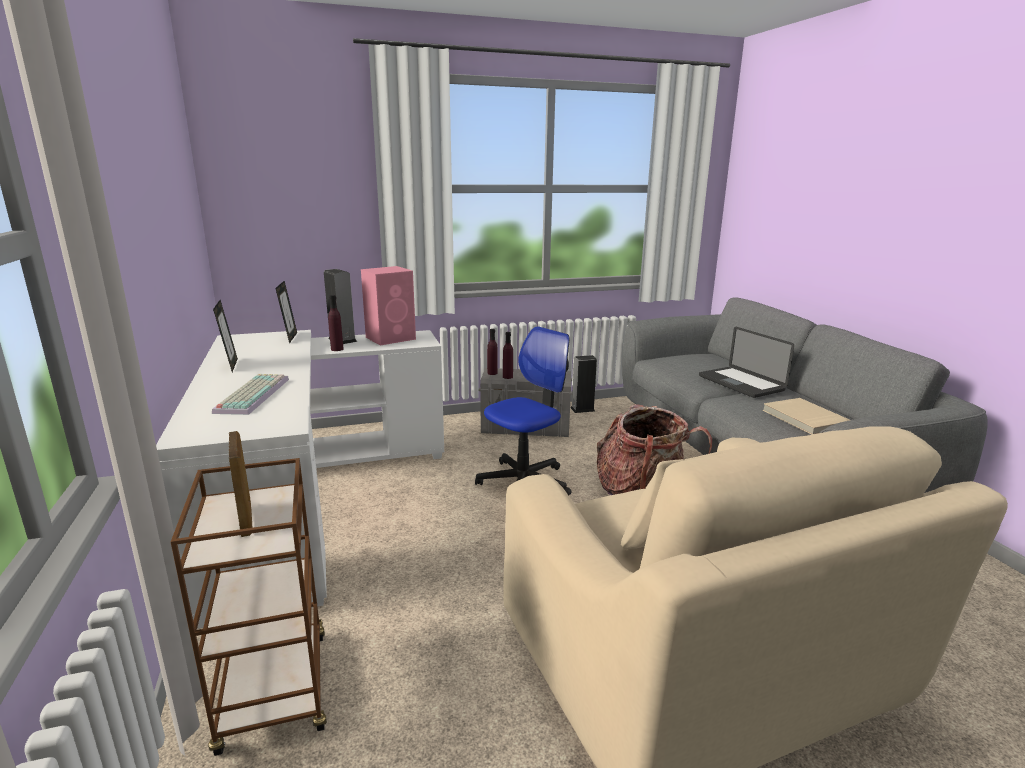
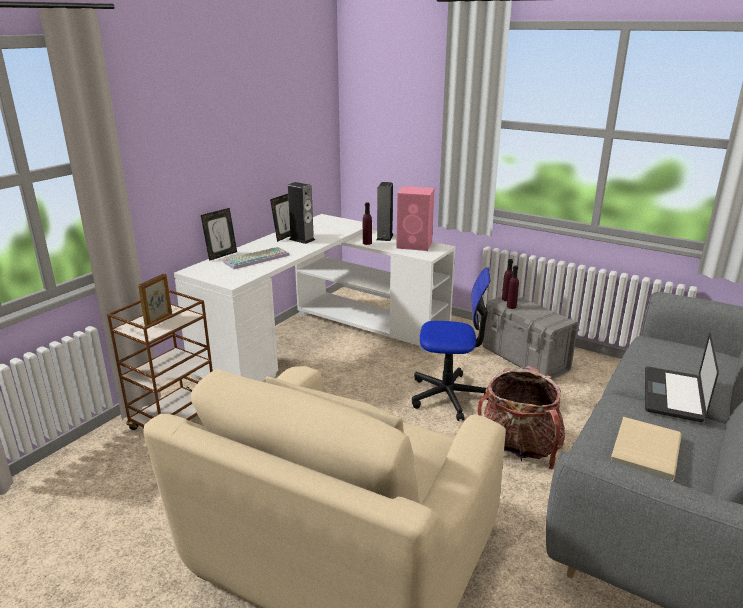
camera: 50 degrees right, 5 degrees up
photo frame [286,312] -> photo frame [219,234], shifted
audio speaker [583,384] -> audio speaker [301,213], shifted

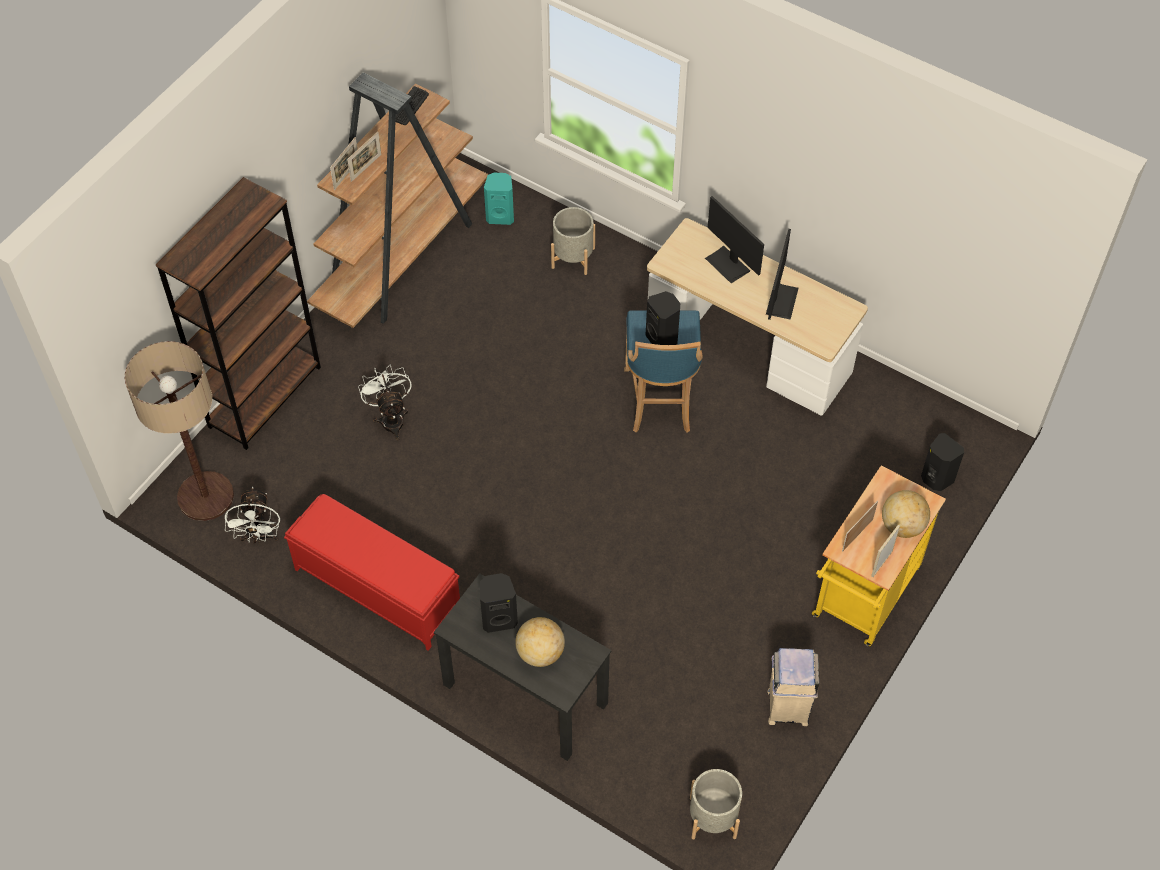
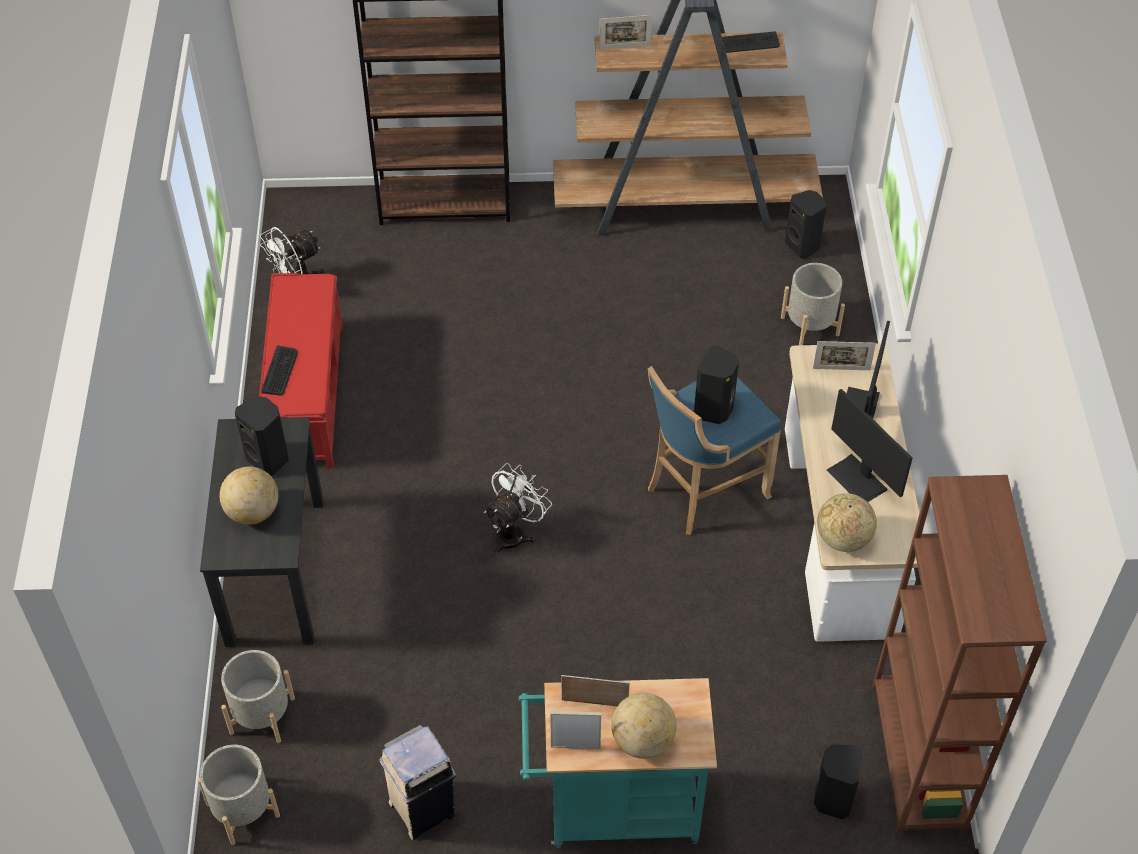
camera: 55 degrees right, 5 degrees down
photo frame [364,157] -> photo frame [844,355], shifted
turquoise-coloured audio speaker [499,199] -> black audio speaker [805,224]
computer screen [782,274] -> computer screen [870,445], 75 degrees clockwise
standing lamp [179,431] -> none
whitish fan [385,402] -> whitish fan [518,509], shifted
yellow wheeled cart [879,556] -> turquoise-coloured wheeled cart [618,763]
none -> PC keyboard [279,371]
none -> brown-coloured shelving unit [960,655]
none -> desk globe [847,522]
none -> greyish plant pot [258,696]

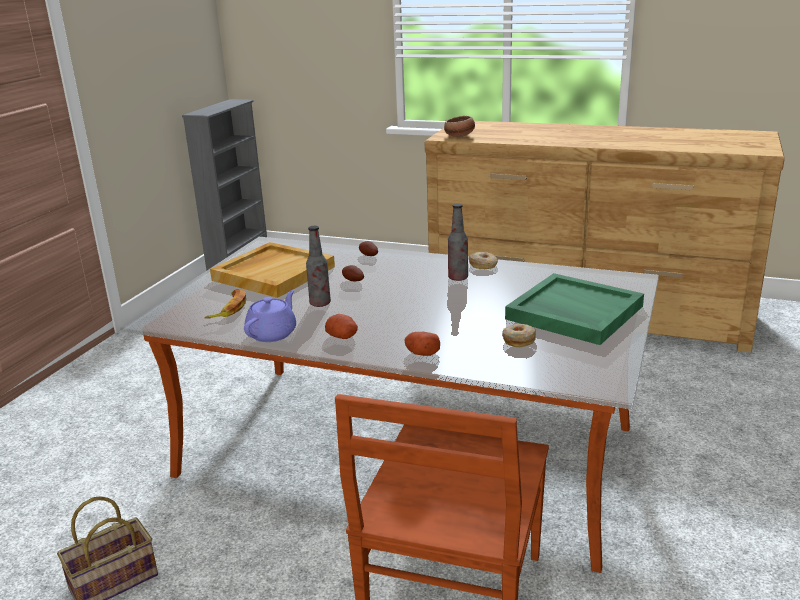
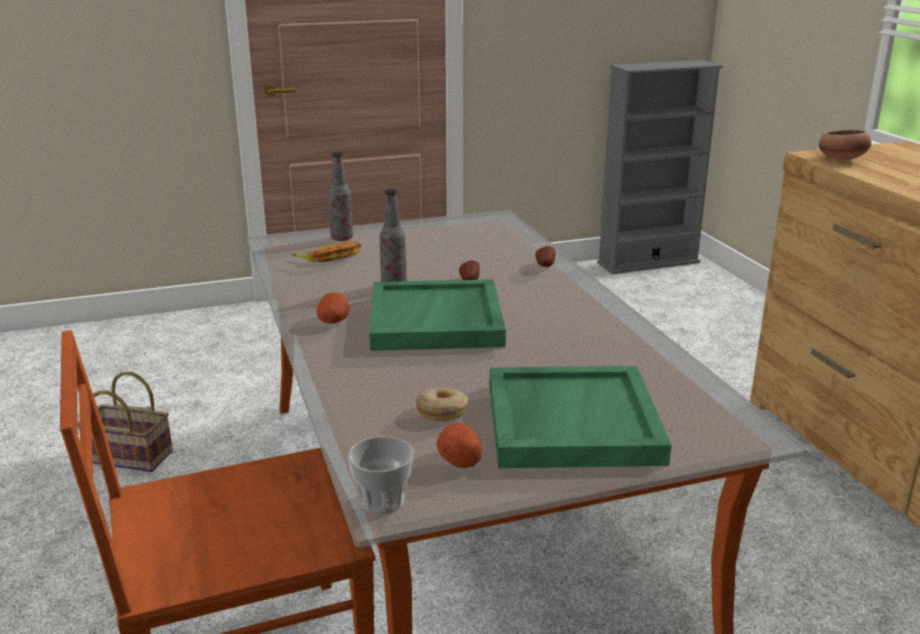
camera: 50 degrees right, 0 degrees up
bottle [458,242] -> bottle [340,196], shifted
sand-coloured serving tray [272,270] -> none
ring doughnut [483,260] -> none
purple-coloured tea pot [270,316] -> none
spud [422,344] -> spud [459,445], shifted
none -> green-coloured serving tray [437,315]
none -> cup [381,475]

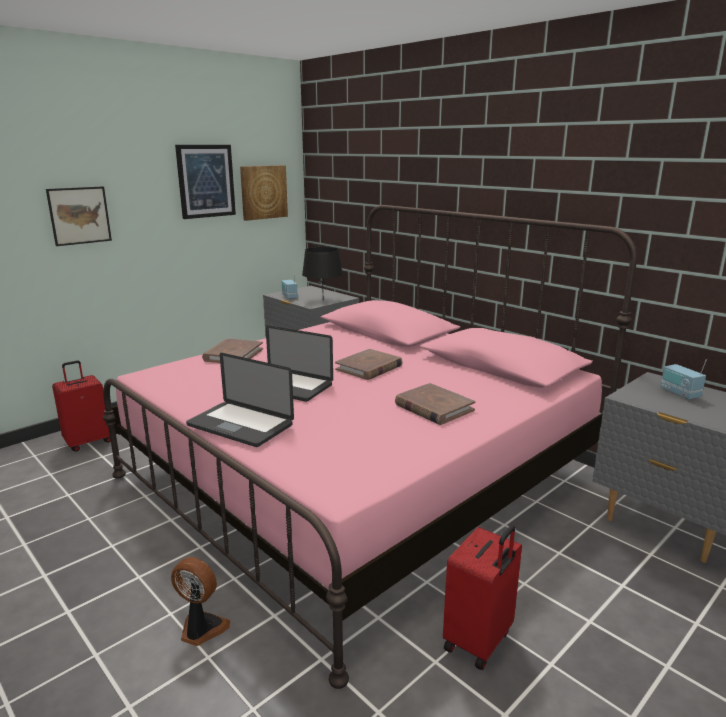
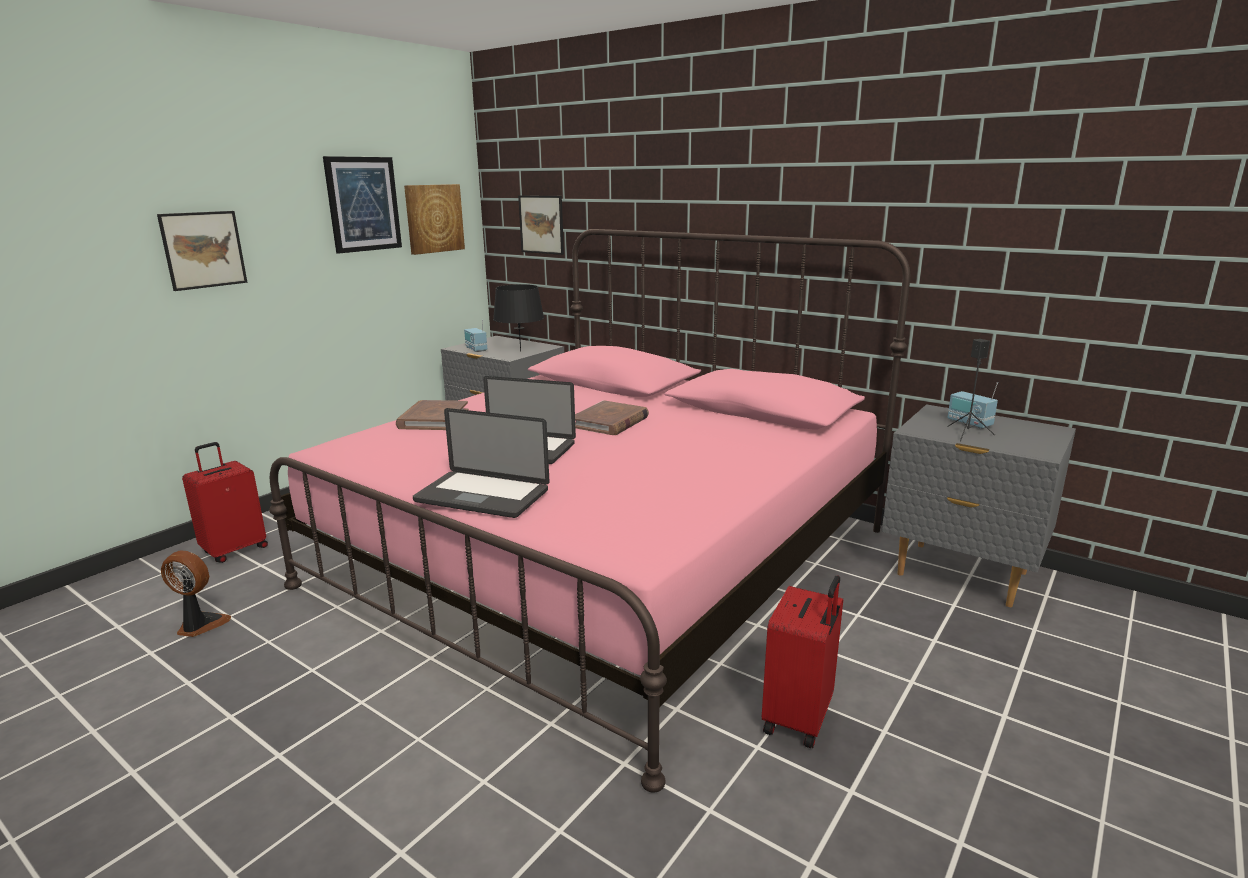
camera: 10 degrees left, 0 degrees up
brown-coloured book [435,404] -> none
fan [200,601] -> fan [196,594], shifted
none -> picture [541,225]
none -> black audio speaker [971,390]

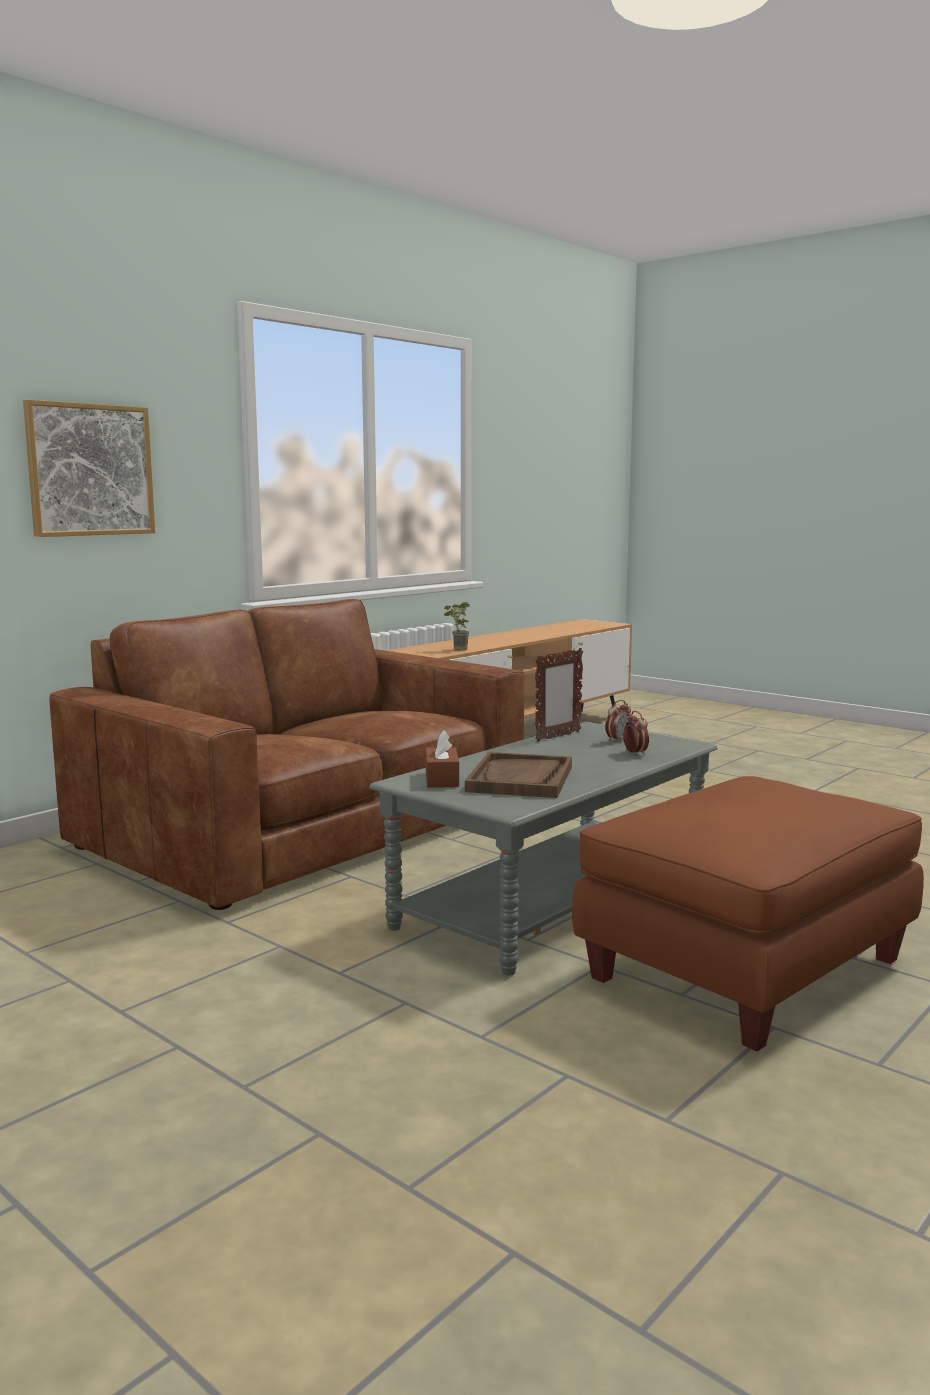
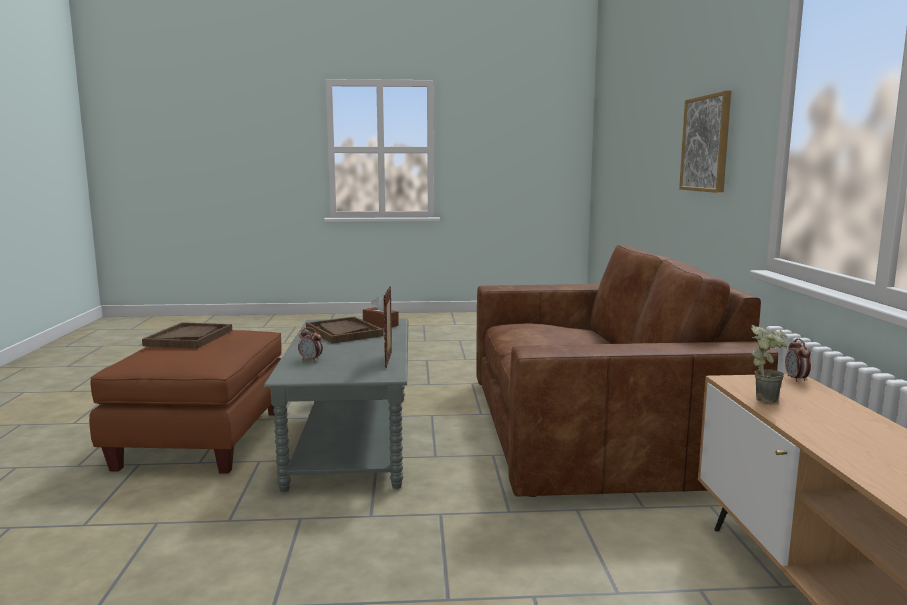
camera: 135 degrees right, 0 degrees up
table clock [618,721] -> table clock [798,360], shifted
none -> brown-coloured serving tray [187,335]

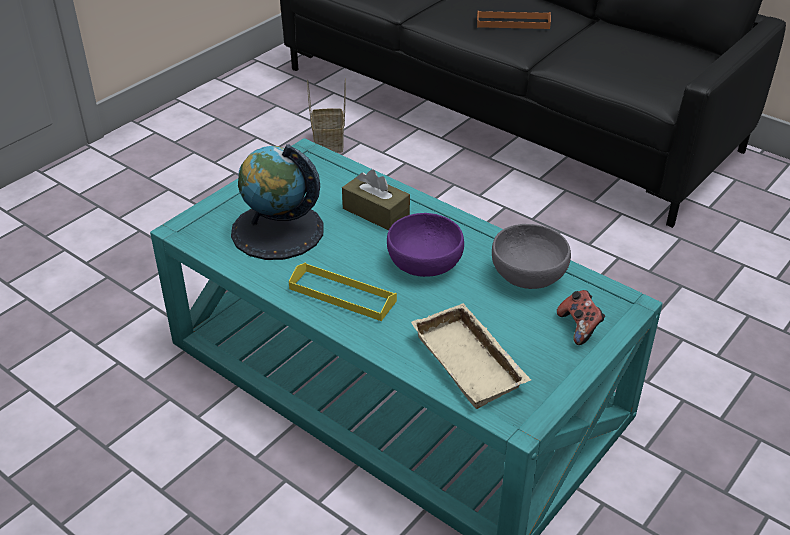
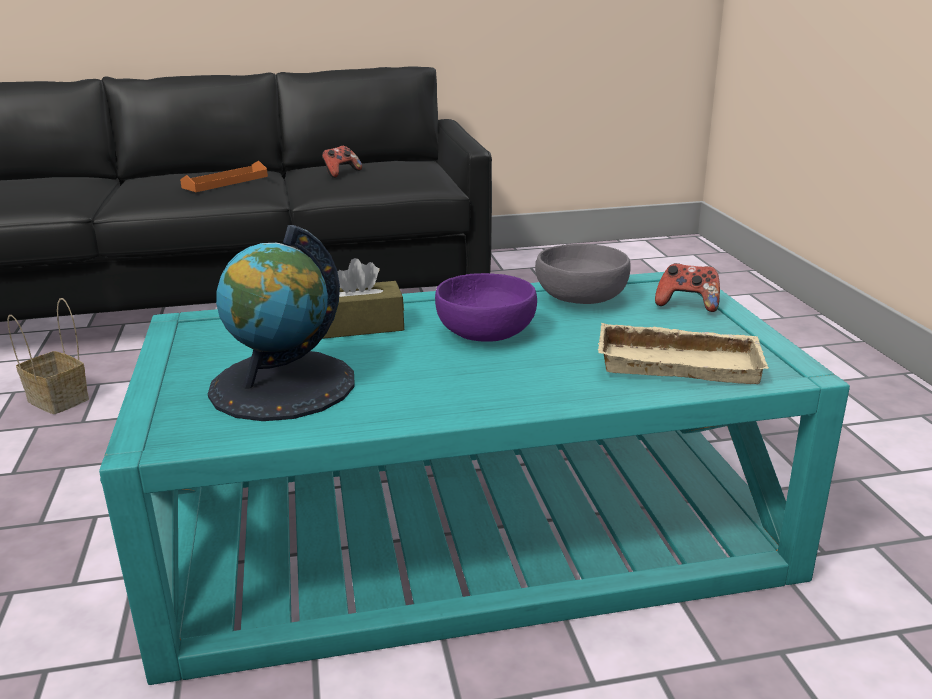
camera: 50 degrees left, 15 degrees down
yellow serving tray [343,291] -> none
none -> joypad [342,162]

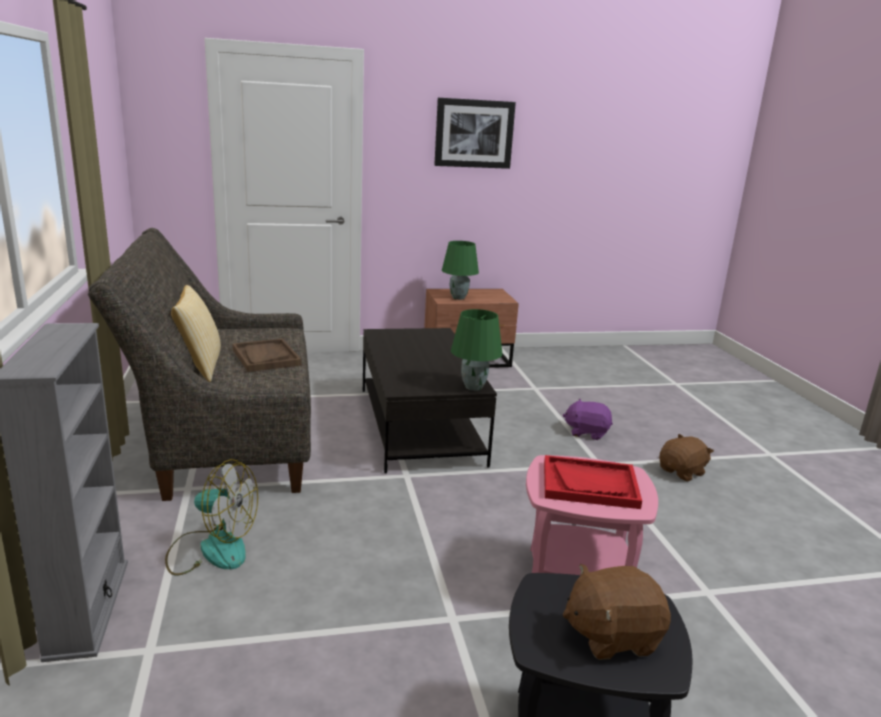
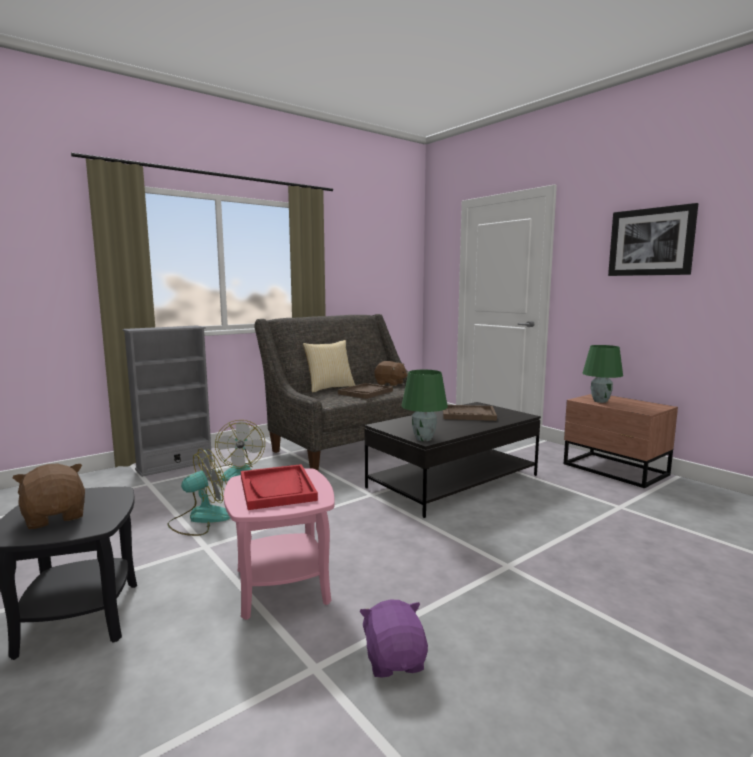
camera: 65 degrees right, 10 degrees down
purple-coloured cuddly toy [588,419] -> purple-coloured cuddly toy [393,639], shifted
brown-coloured cuddly toy [686,457] -> brown-coloured cuddly toy [391,373], shifted
none -> brown-coloured serving tray [470,413]
none -> fan [199,492]

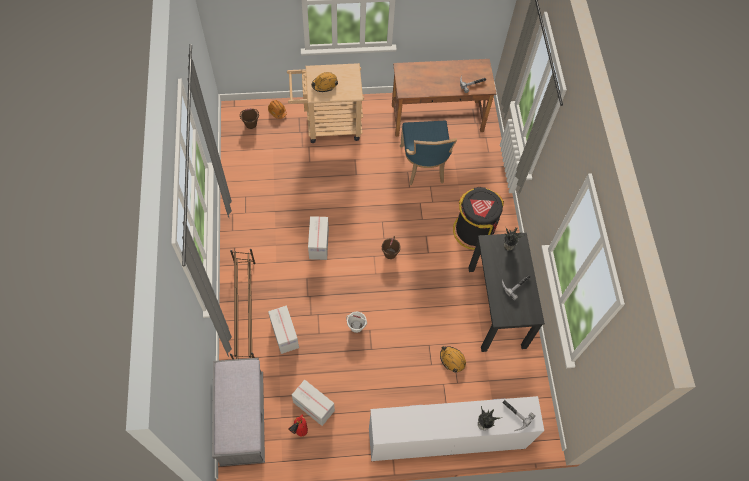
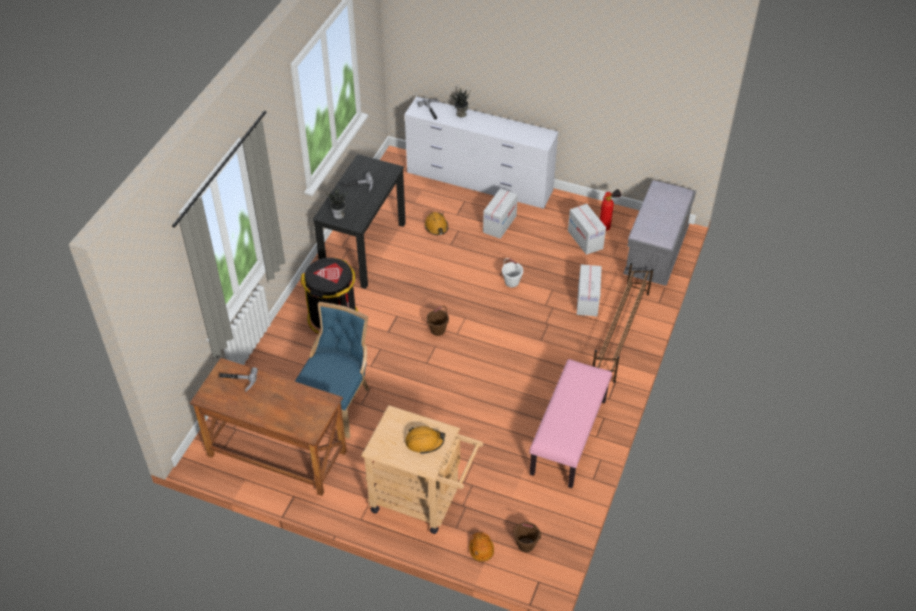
camera: 150 degrees left, 15 degrees down
cardboard box [318,238] -> cardboard box [500,213], shifted
none -> pinkish bench [571,423]

